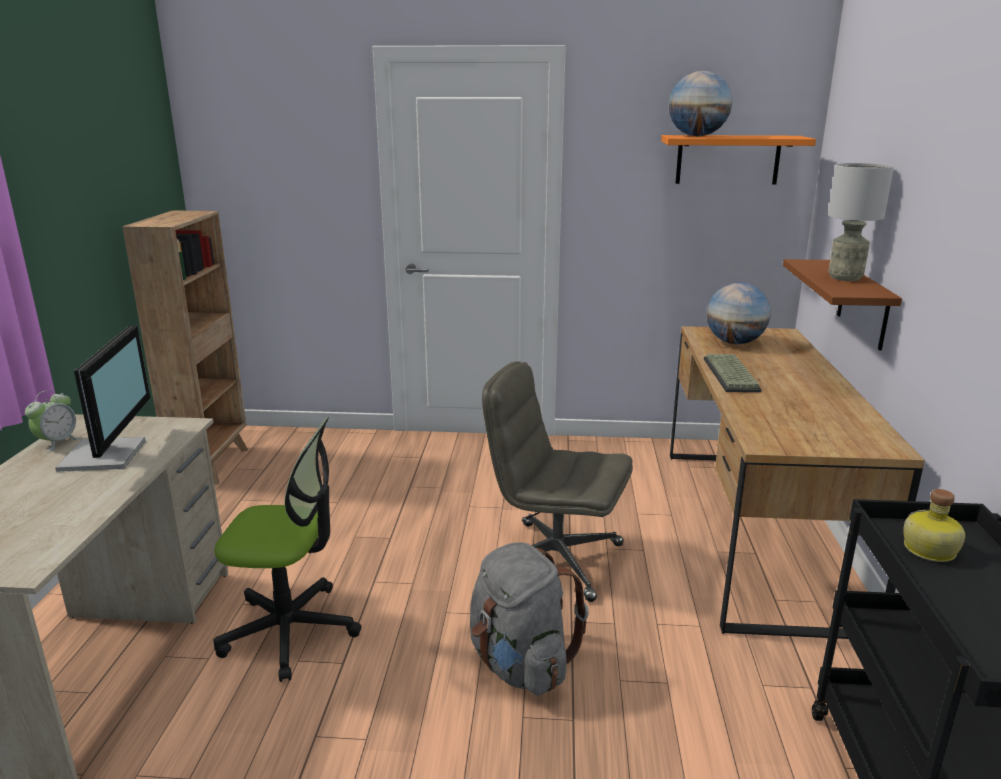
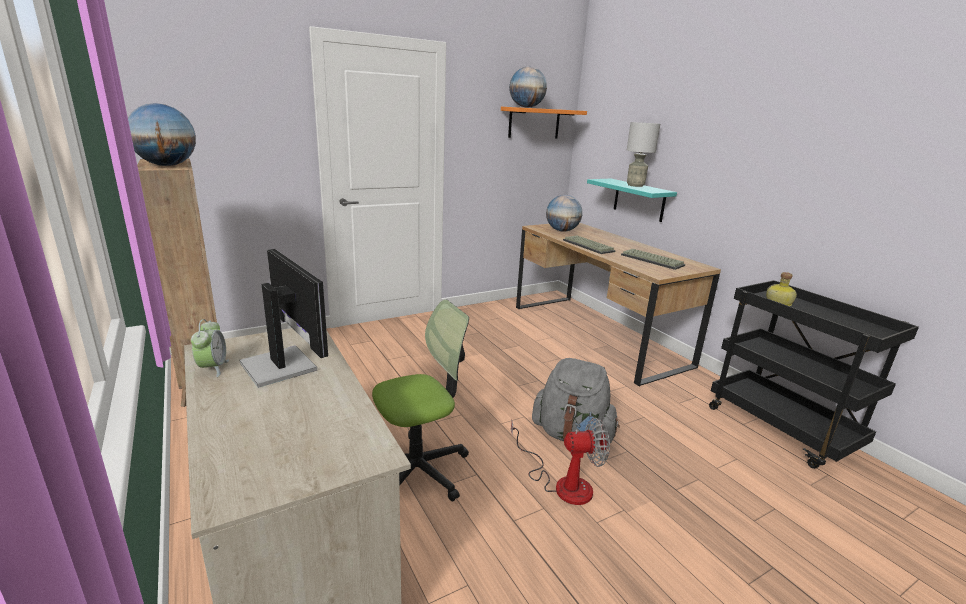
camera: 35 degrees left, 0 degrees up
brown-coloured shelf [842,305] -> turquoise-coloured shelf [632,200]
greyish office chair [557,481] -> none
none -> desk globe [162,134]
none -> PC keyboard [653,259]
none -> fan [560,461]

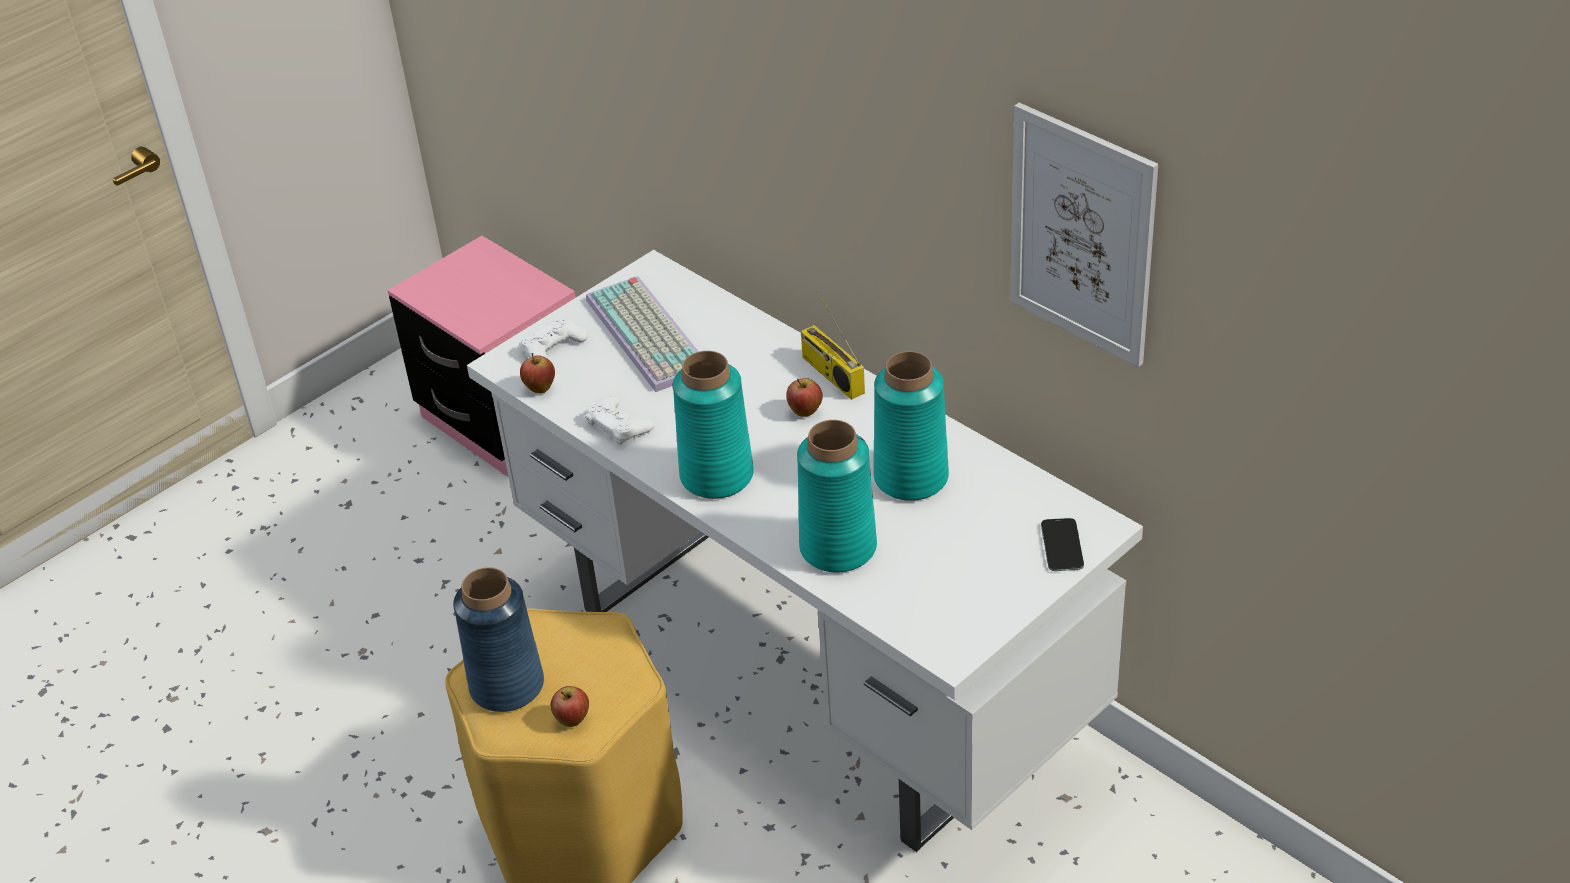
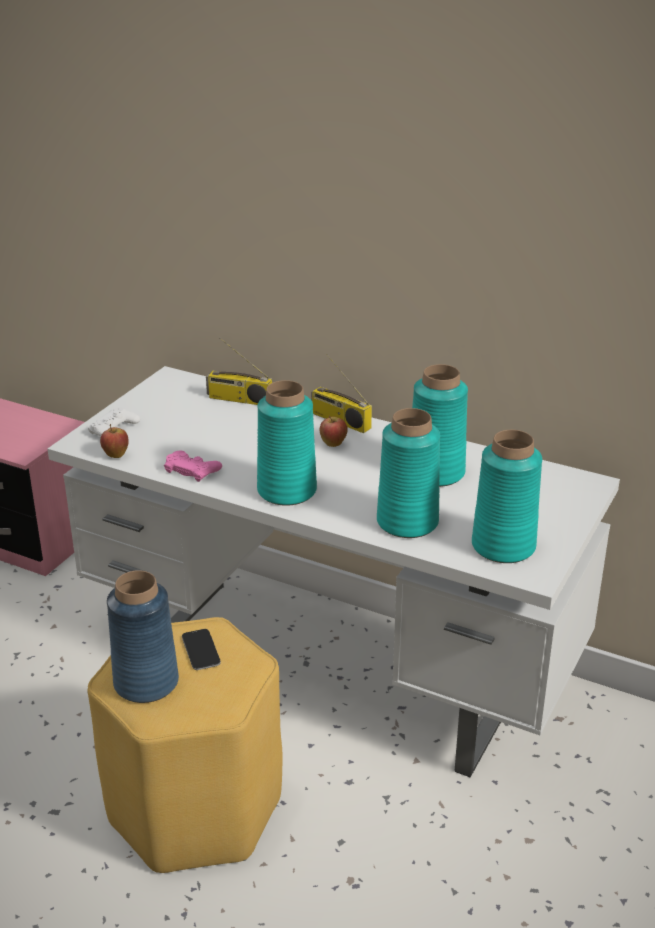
camera: 20 degrees left, 10 degrees down
picture [1084,235] -> none
PC keyboard [642,334] -> none
whitish joypad [619,420] -> pinkish joypad [193,466]
handset [1062,544] -> handset [201,649], shifted
apple fruit [570,706] -> none
none -> radio receiver [239,371]
none -> turquoise-coloured vase [507,496]

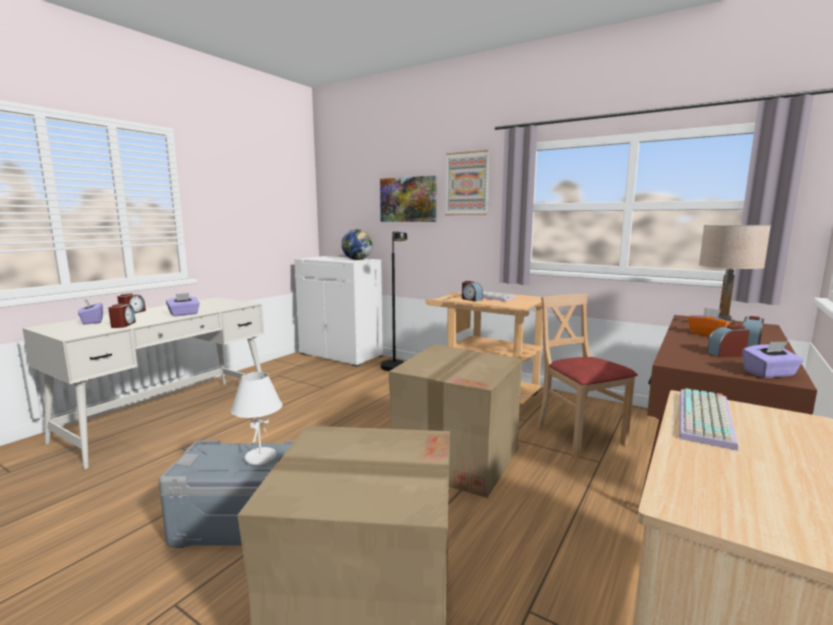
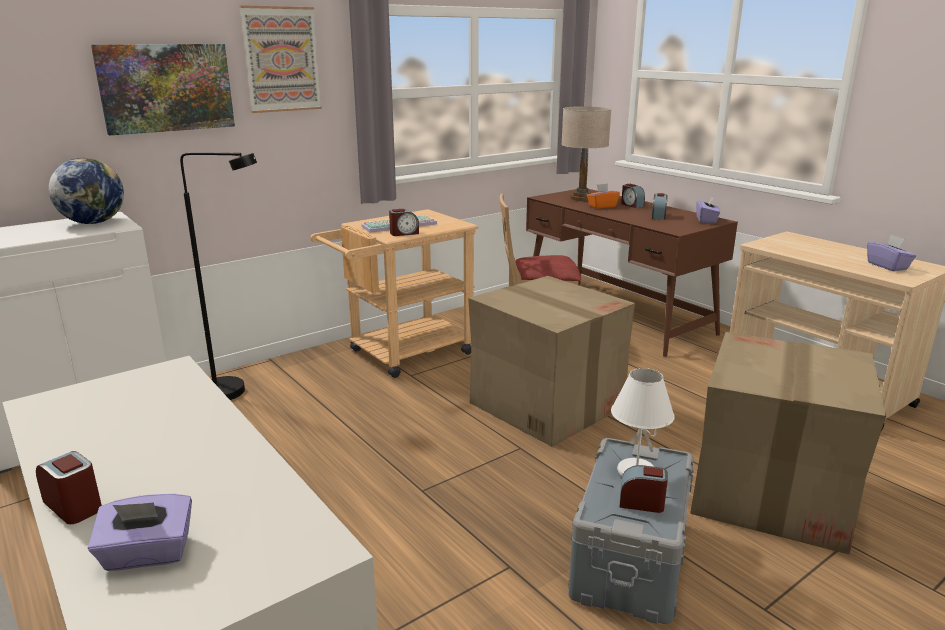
camera: 70 degrees left, 10 degrees up
purple-coloured tissue holder [183,304] -> purple-coloured tissue holder [891,253], shifted
table clock [122,316] -> table clock [644,489], shifted
PC keyboard [708,419] -> none

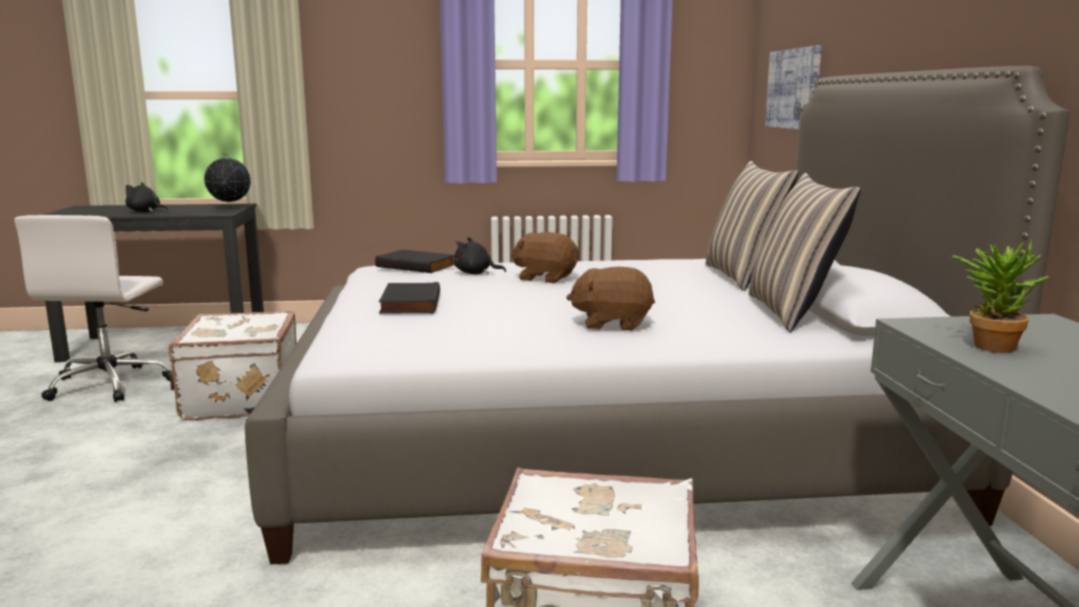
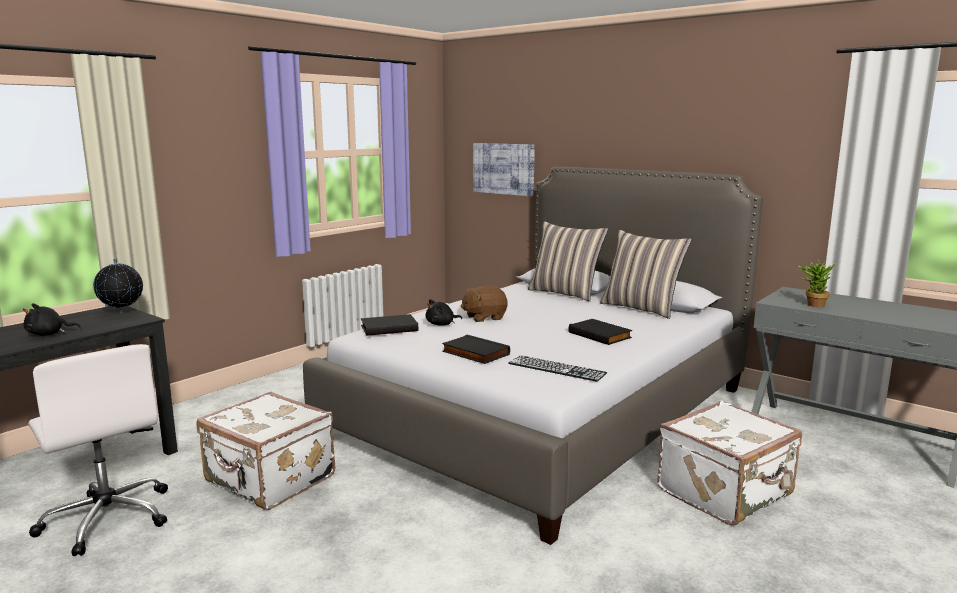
camera: 45 degrees left, 0 degrees up
brown-coloured cuddly toy [610,299] -> black book [600,332]
none -> PC keyboard [557,368]

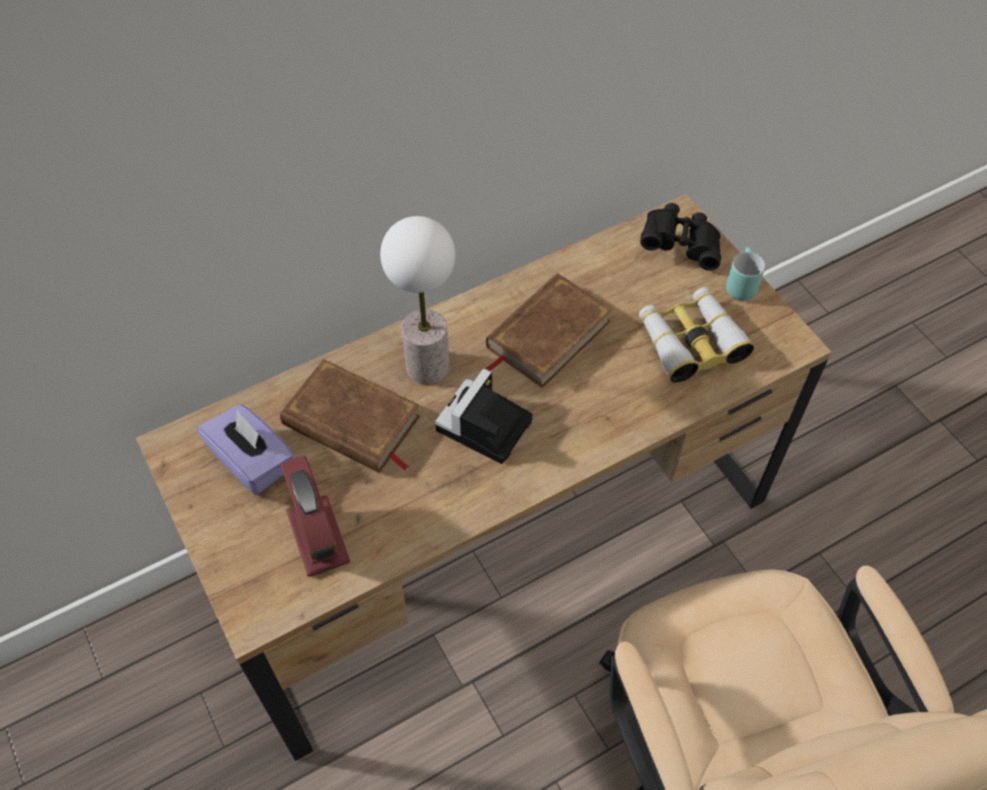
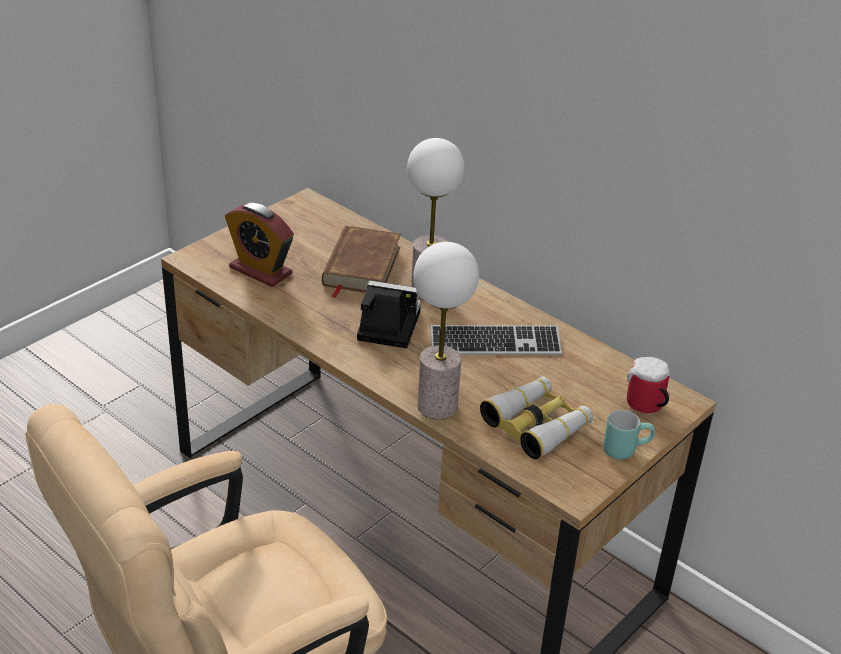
camera: 70 degrees right, 20 degrees down
black binoculars [680,237] -> tea mug [648,385]
brown-coloured book [549,330] -> PC keyboard [496,340]
purple-coloured tissue holder [245,449] -> none
table clock [315,516] -> table clock [259,245], 75 degrees clockwise
none -> tabletop lamp [446,331]

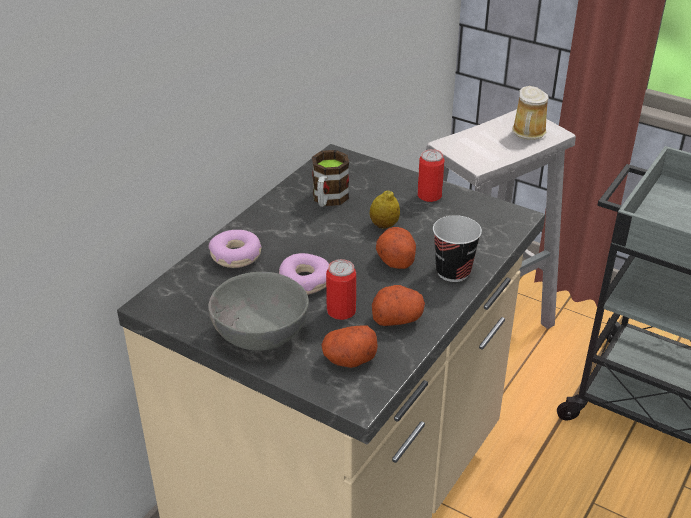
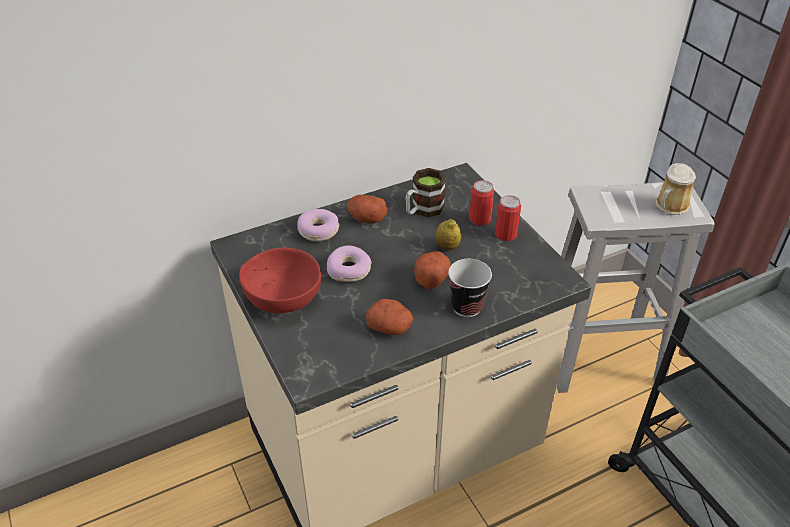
camera: 30 degrees right, 5 degrees up
metal can [341,289] -> metal can [481,203], shifted
greyish serving bowl [258,311] -> red-coloured serving bowl [280,280]
spud [349,346] -> spud [367,209], shifted

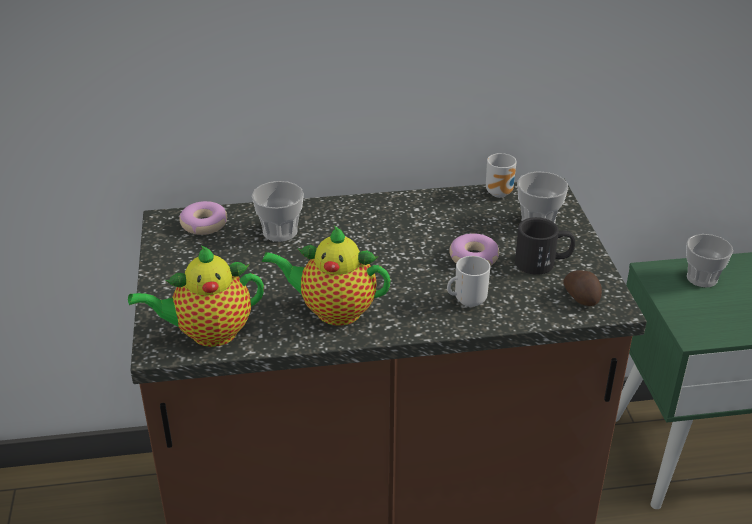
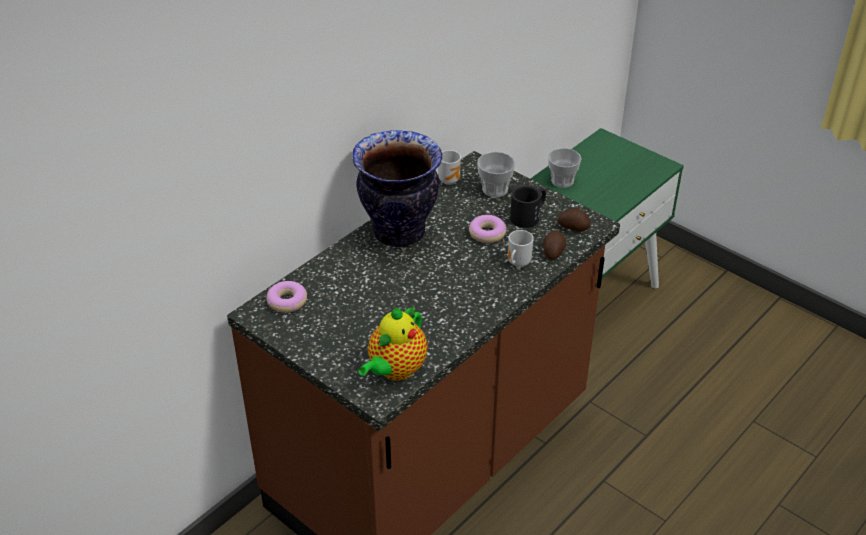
camera: 40 degrees left, 5 degrees up
cup [278,211] -> none
tea pot [326,276] -> none
none -> vase [397,188]
none -> spud [554,245]

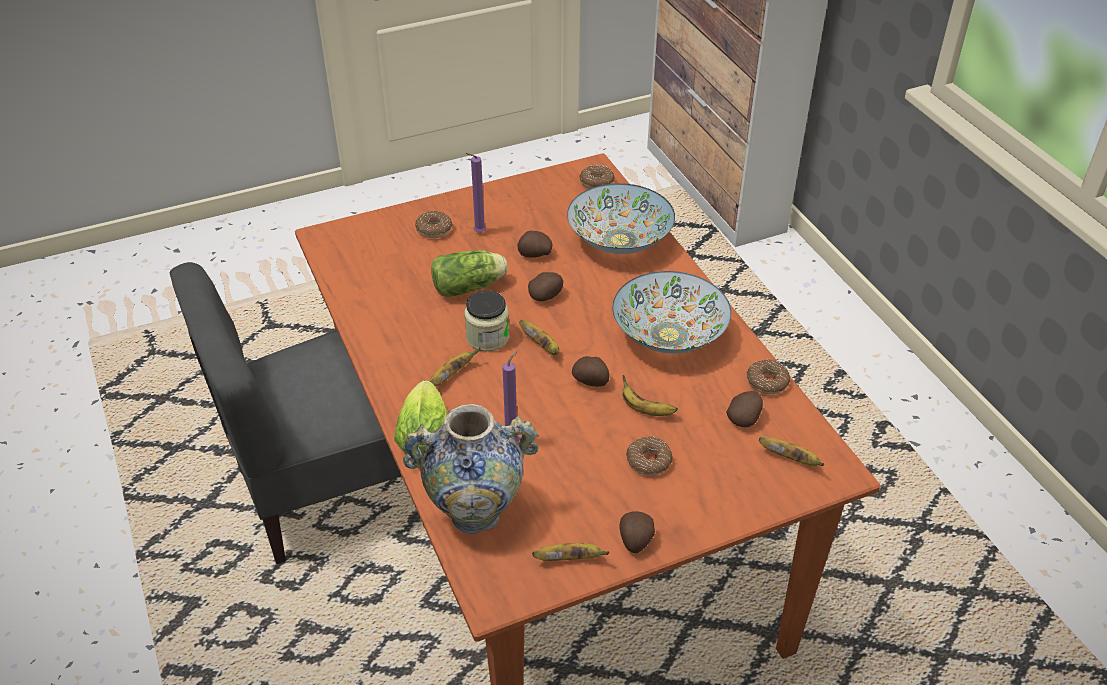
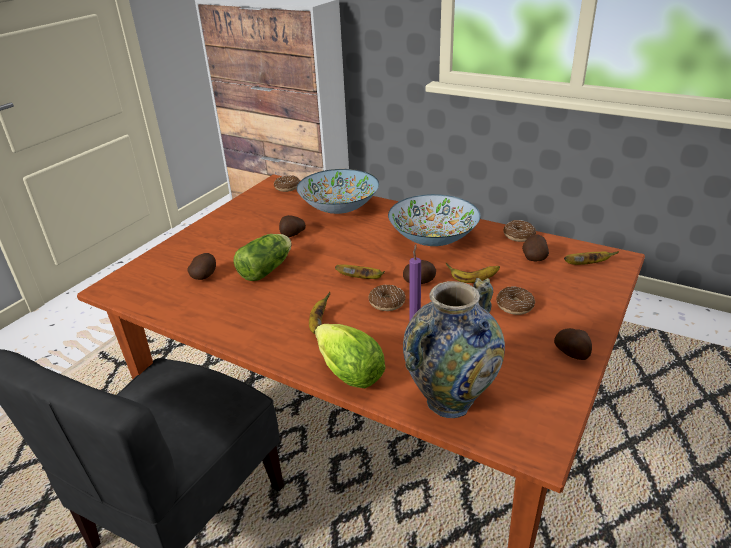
camera: 35 degrees left, 10 degrees down
purple-coloured candle [476,193] -> none
ring doughnut [433,224] -> ring doughnut [387,298], shifted
spud [545,286] -> spud [201,266], shifted
jar [486,321] -> none
banana [570,552] -> none

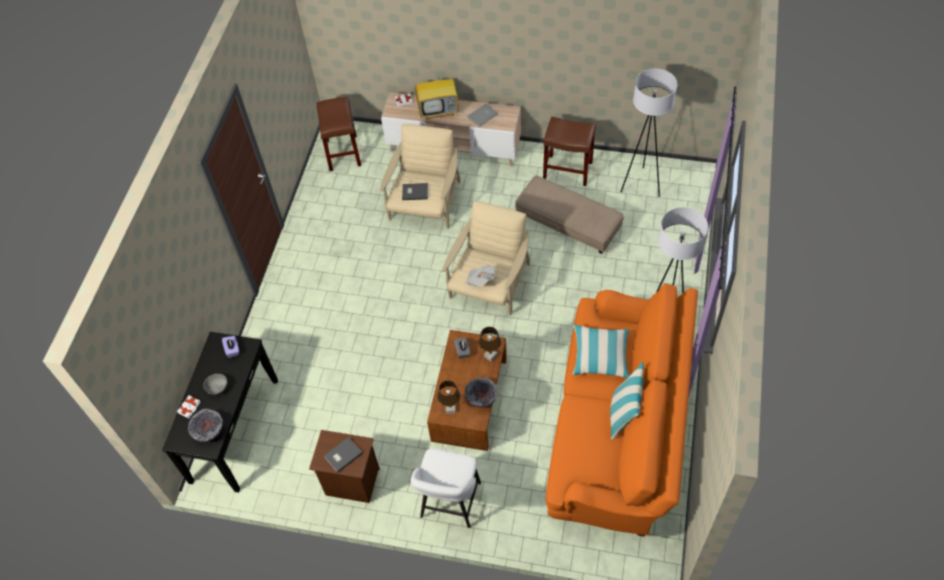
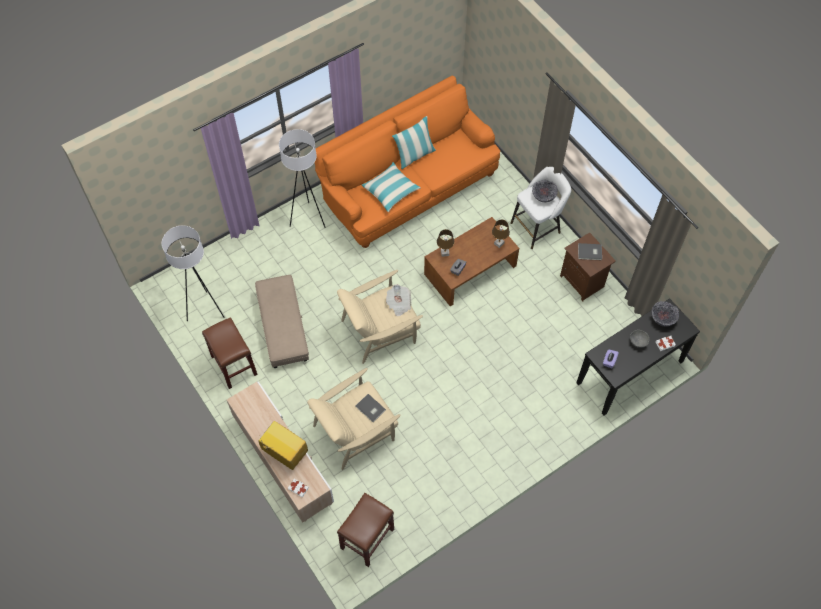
camera: 140 degrees left, 5 degrees up
greyish book [482,115] -> none
serving bowl [481,392] -> serving bowl [545,191], shifted

